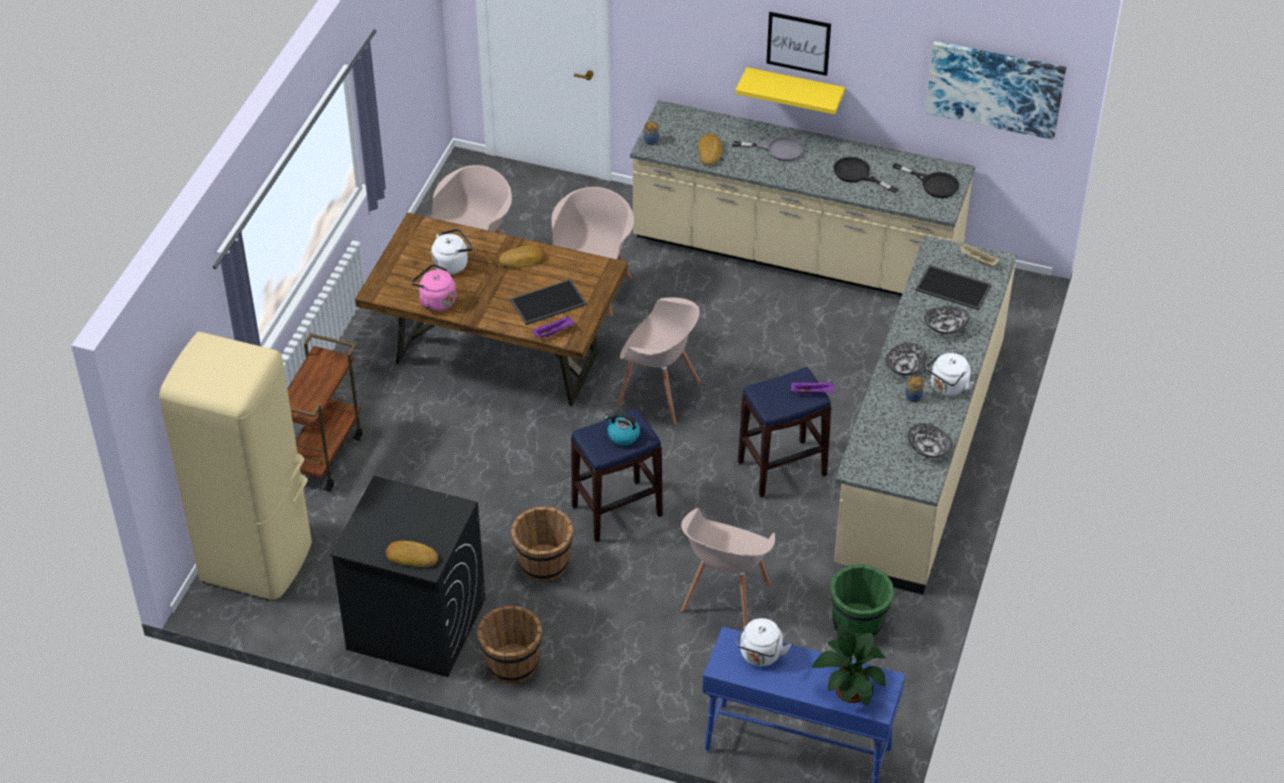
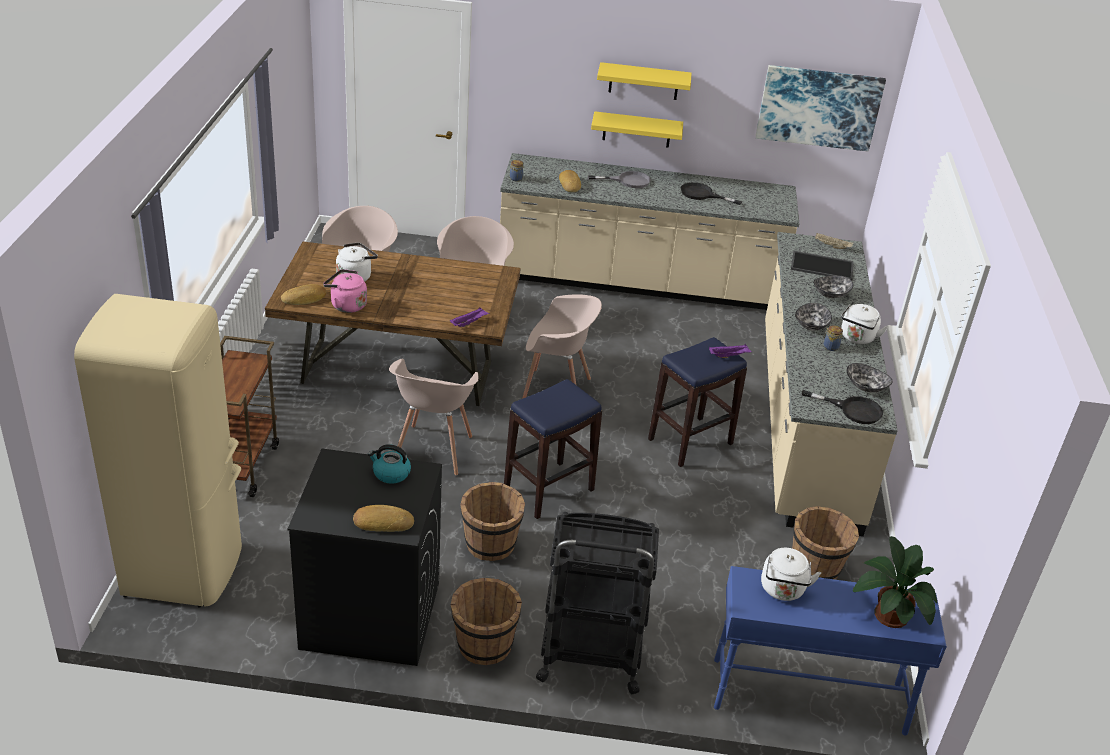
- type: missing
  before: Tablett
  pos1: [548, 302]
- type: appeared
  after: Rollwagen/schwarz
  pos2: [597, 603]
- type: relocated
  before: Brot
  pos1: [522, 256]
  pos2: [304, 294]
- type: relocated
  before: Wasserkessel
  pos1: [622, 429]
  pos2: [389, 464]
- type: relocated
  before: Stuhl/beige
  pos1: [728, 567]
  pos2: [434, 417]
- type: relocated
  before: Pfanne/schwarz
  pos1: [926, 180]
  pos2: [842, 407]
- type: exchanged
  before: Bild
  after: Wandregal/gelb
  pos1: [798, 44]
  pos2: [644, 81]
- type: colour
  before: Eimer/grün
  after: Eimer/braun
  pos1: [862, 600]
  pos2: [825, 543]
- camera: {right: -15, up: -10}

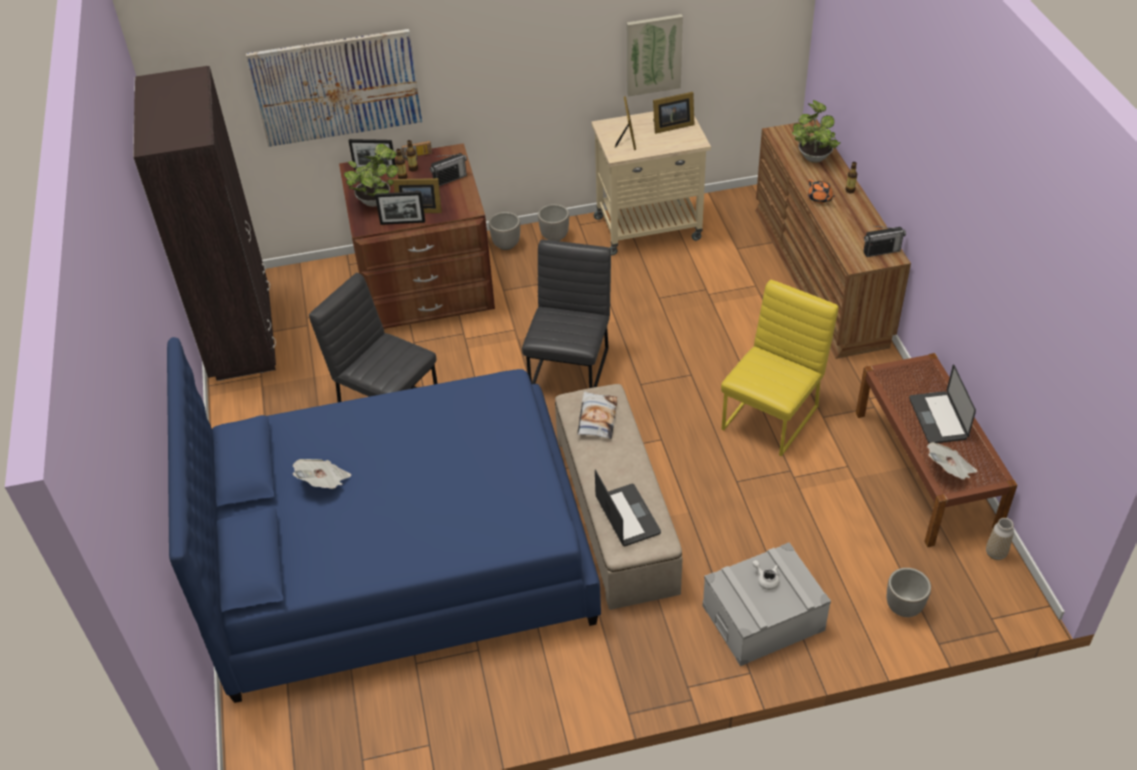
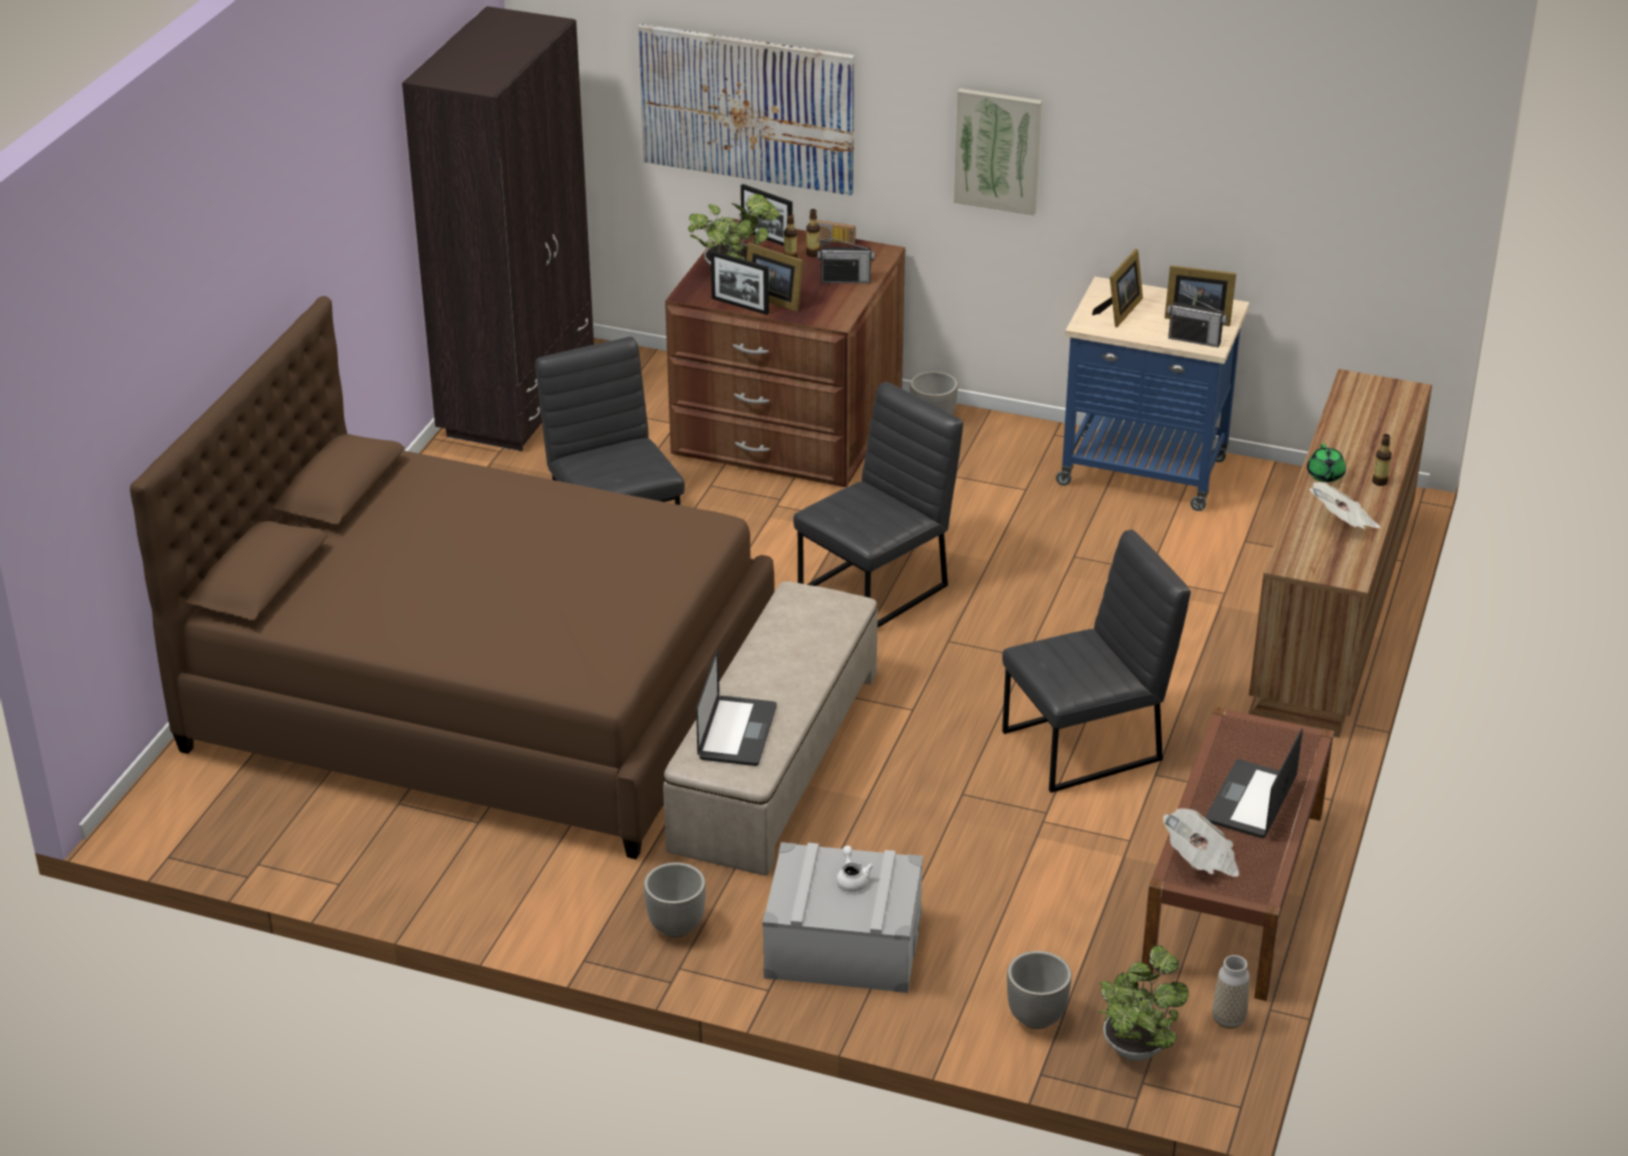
- type: missing
  before: Kissen
  pos1: [597, 415]
- type: relocated
  before: Zeitung
  pos1: [322, 474]
  pos2: [1345, 505]
- type: relocated
  before: Pflanzkübel
  pos1: [553, 222]
  pos2: [675, 900]
- type: relocated
  before: Bild
  pos1: [655, 55]
  pos2: [998, 151]
- type: relocated
  before: Topfpflanze
  pos1: [816, 131]
  pos2: [1143, 1003]
- type: relocated
  before: Radio
  pos1: [885, 241]
  pos2: [1197, 319]
- type: colour
  before: Bett/blau
  after: Bett/braun
  pos1: [384, 520]
  pos2: [452, 577]
- type: colour
  before: Rollwagen/beige
  after: Rollwagen/blau
  pos1: [651, 183]
  pos2: [1152, 394]
- type: colour
  before: Stuhl/gelb
  after: Stuhl/grau
  pos1: [780, 368]
  pos2: [1096, 661]
- type: colour
  before: Teekanne/orange
  after: Teekanne/grün
  pos1: [821, 191]
  pos2: [1326, 462]
- camera: {right: 30, up: -10}

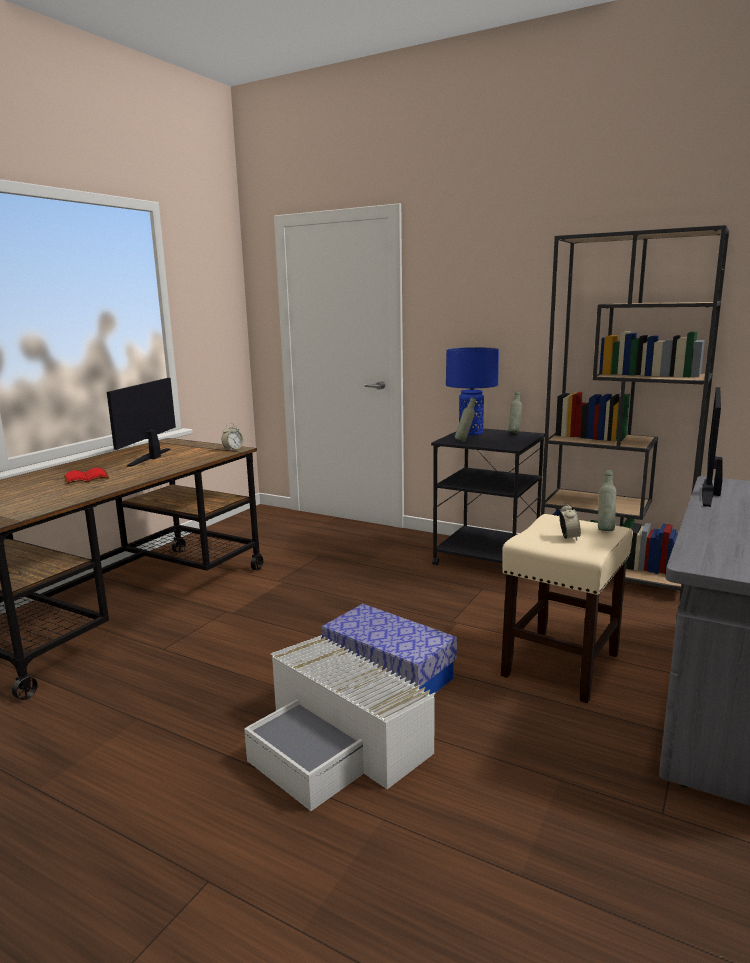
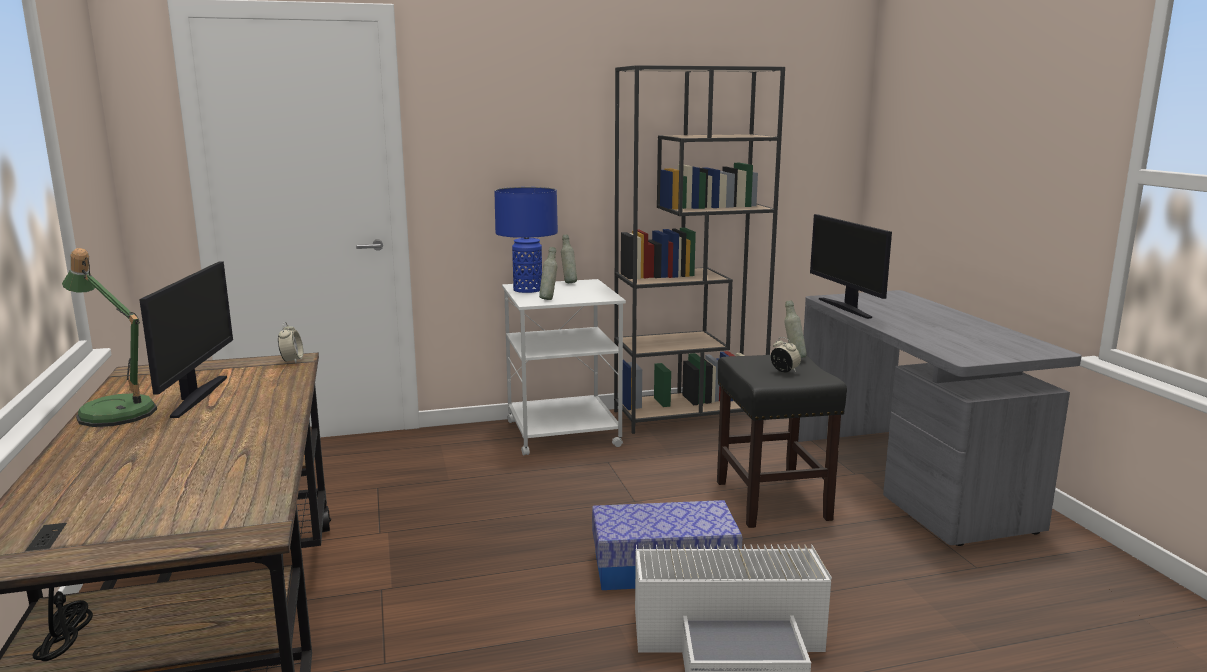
- type: missing
  before: Buch/rot
  pos1: [86, 476]
- type: appeared
  after: Tischlampe
  pos2: [109, 337]
- type: colour
  before: Rollwagen/schwarz
  after: Rollwagen/weiß
  pos1: [488, 503]
  pos2: [564, 367]
- type: colour
  before: Hocker/beige
  after: Hocker/schwarz
  pos1: [567, 608]
  pos2: [782, 441]
- type: spun
  before: Monitor
  pos1: [141, 422]
  pos2: [186, 339]
  turn: -150
- camera: {right: -45, up: 0}

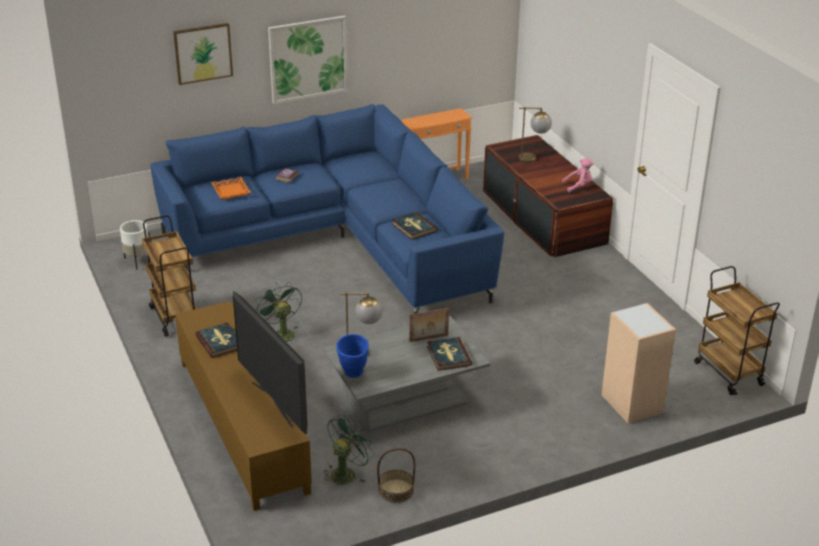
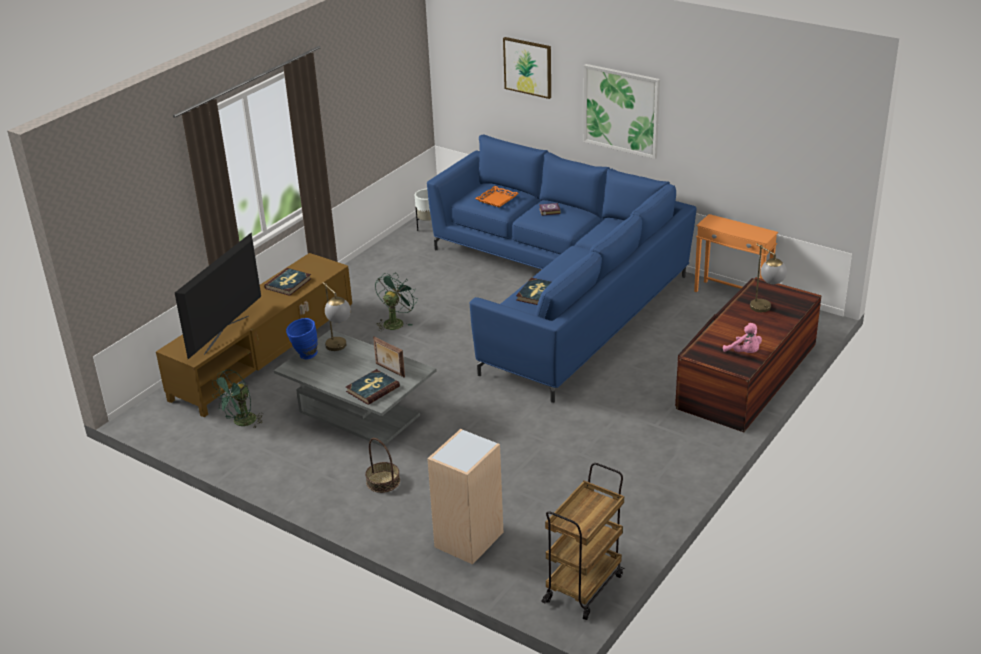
- type: missing
  before: Rollwagen/braun
  pos1: [169, 276]
- type: relocated
  before: Korb
  pos1: [396, 475]
  pos2: [382, 465]
- type: spun
  before: Ventilator/grün
  pos1: [349, 449]
  pos2: [238, 399]
  turn: 120
- camera: {right: 60, up: 0}

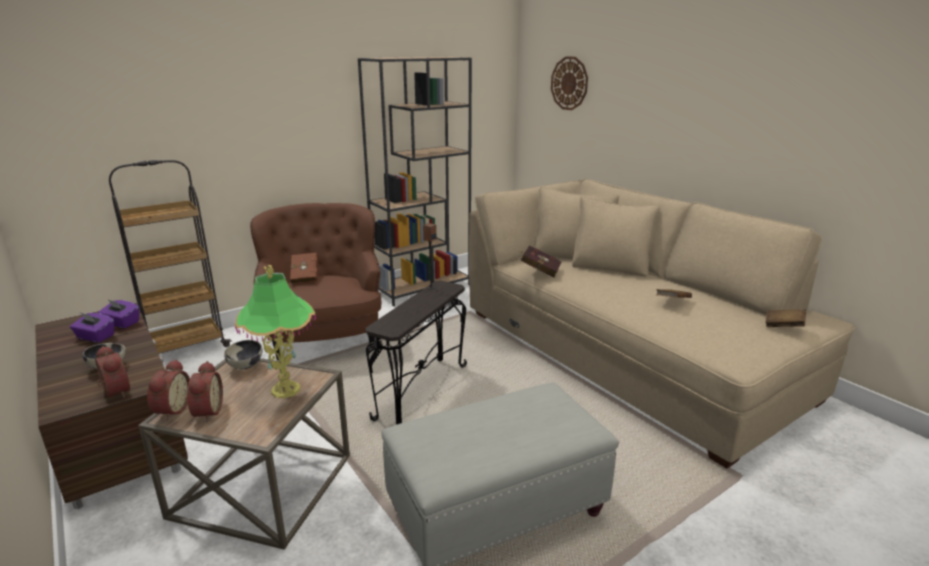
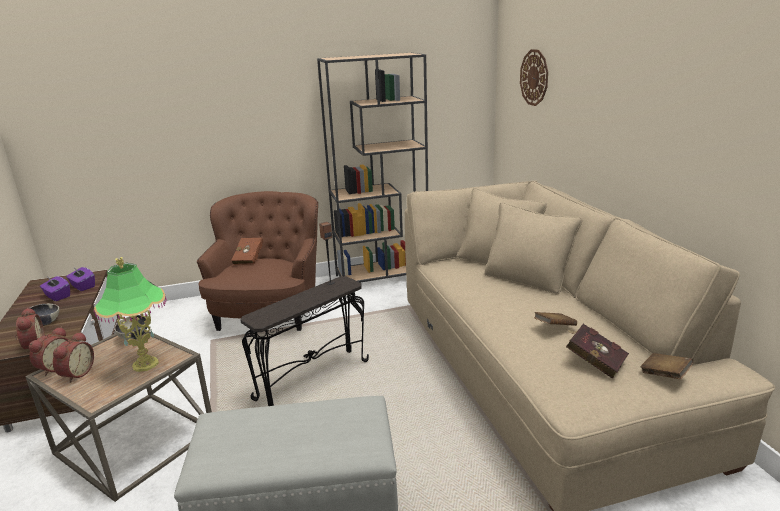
- type: missing
  before: Rollwagen/braun
  pos1: [170, 257]
- type: relocated
  before: Buch/rot
  pos1: [540, 261]
  pos2: [597, 351]
- camera: {right: 20, up: 0}

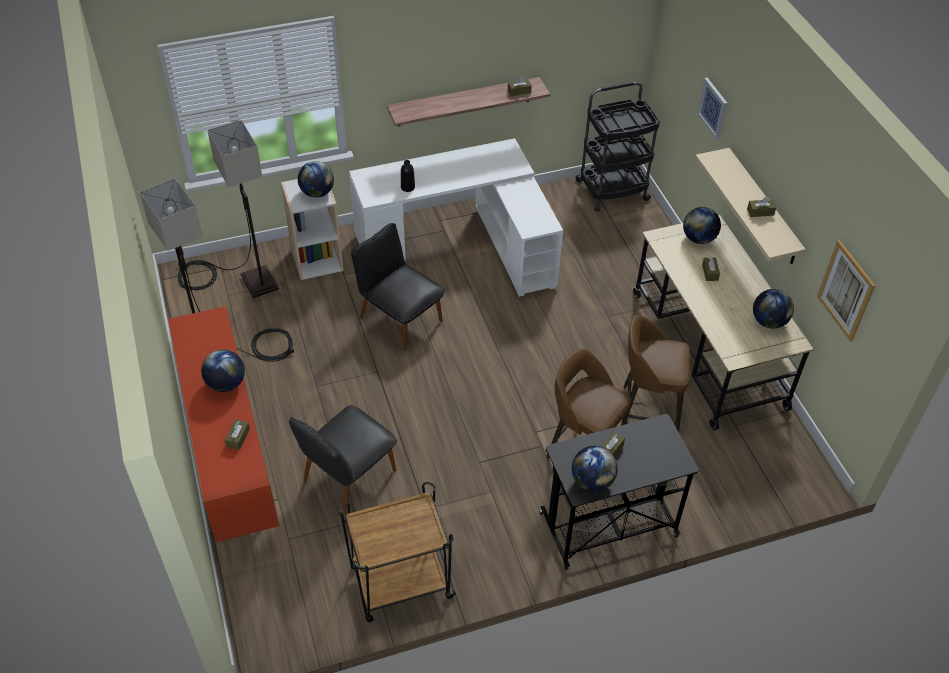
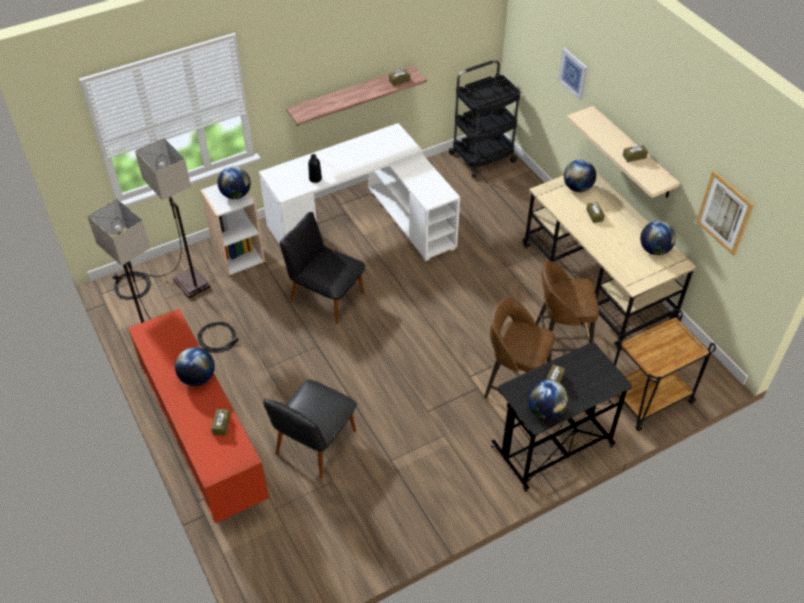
- type: relocated
  before: Rollwagen/braun
  pos1: [397, 552]
  pos2: [665, 370]
- camera: {right: -10, up: 0}

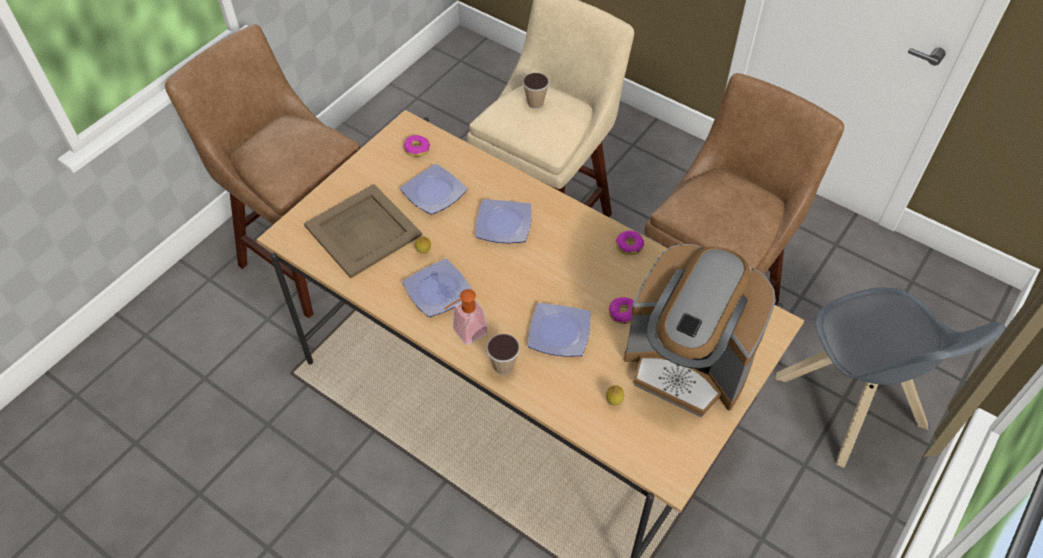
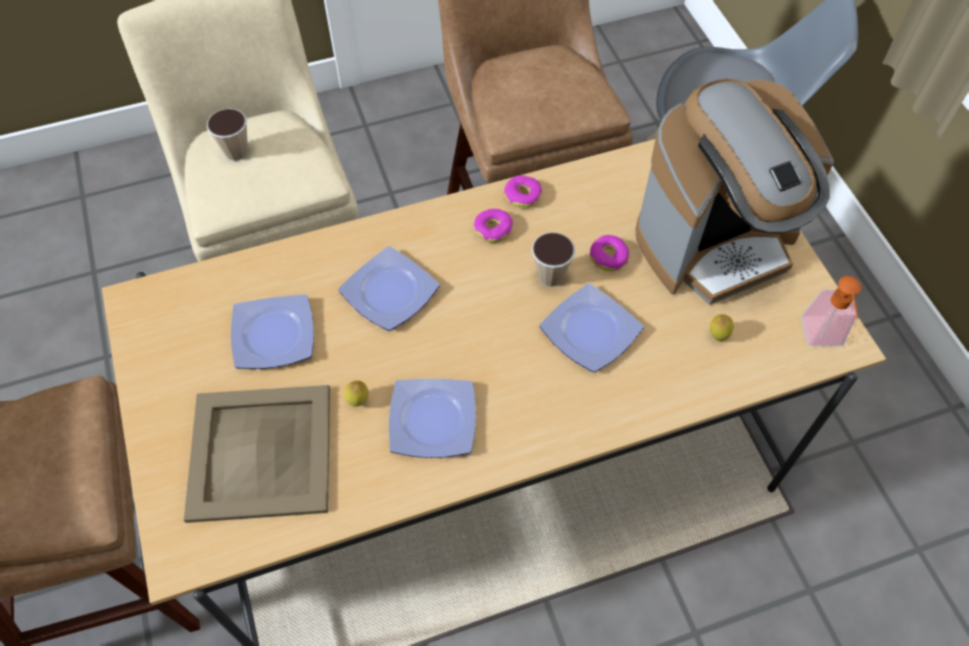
- type: relocated
  before: Donut
  pos1: [417, 146]
  pos2: [493, 226]
- type: relocated
  before: Seifenspender
  pos1: [466, 316]
  pos2: [832, 311]
- type: relocated
  before: Tasse
  pos1: [503, 354]
  pos2: [554, 259]
- camera: {right: -55, up: 5}

